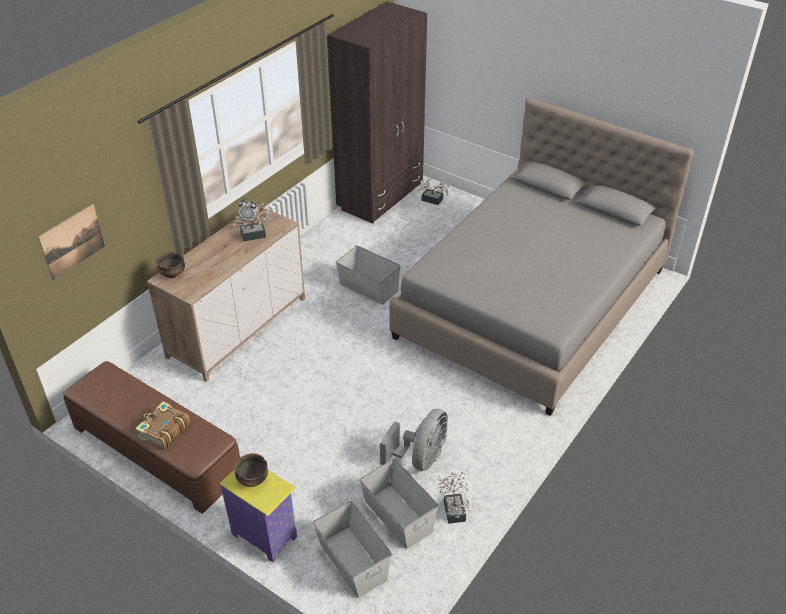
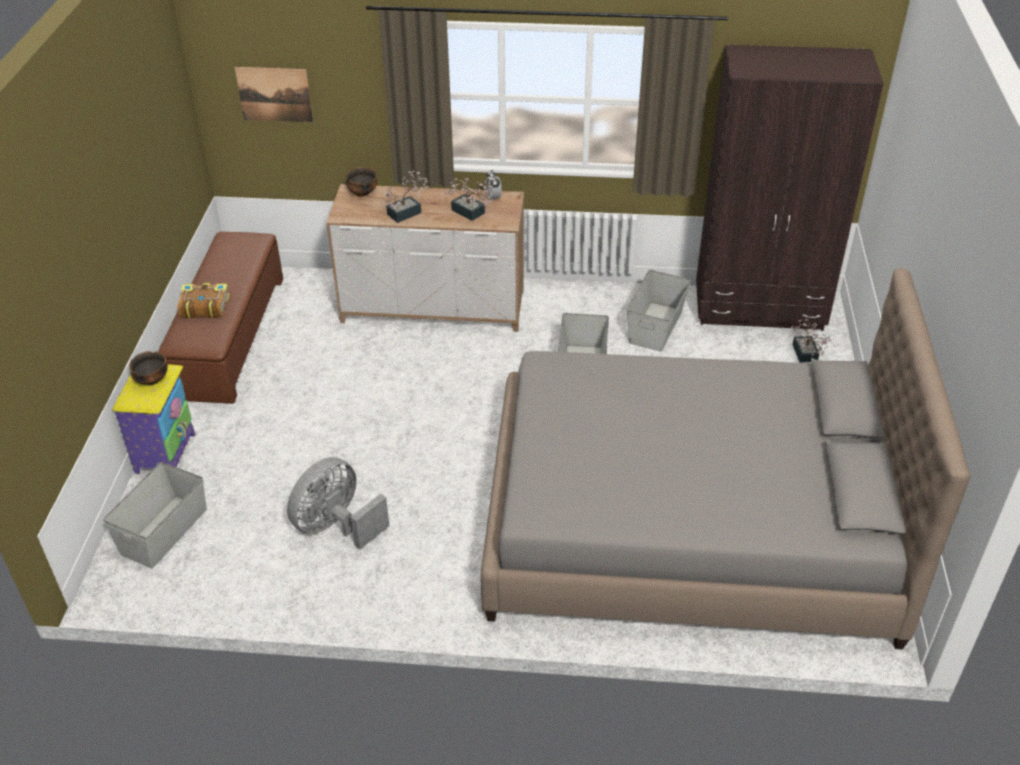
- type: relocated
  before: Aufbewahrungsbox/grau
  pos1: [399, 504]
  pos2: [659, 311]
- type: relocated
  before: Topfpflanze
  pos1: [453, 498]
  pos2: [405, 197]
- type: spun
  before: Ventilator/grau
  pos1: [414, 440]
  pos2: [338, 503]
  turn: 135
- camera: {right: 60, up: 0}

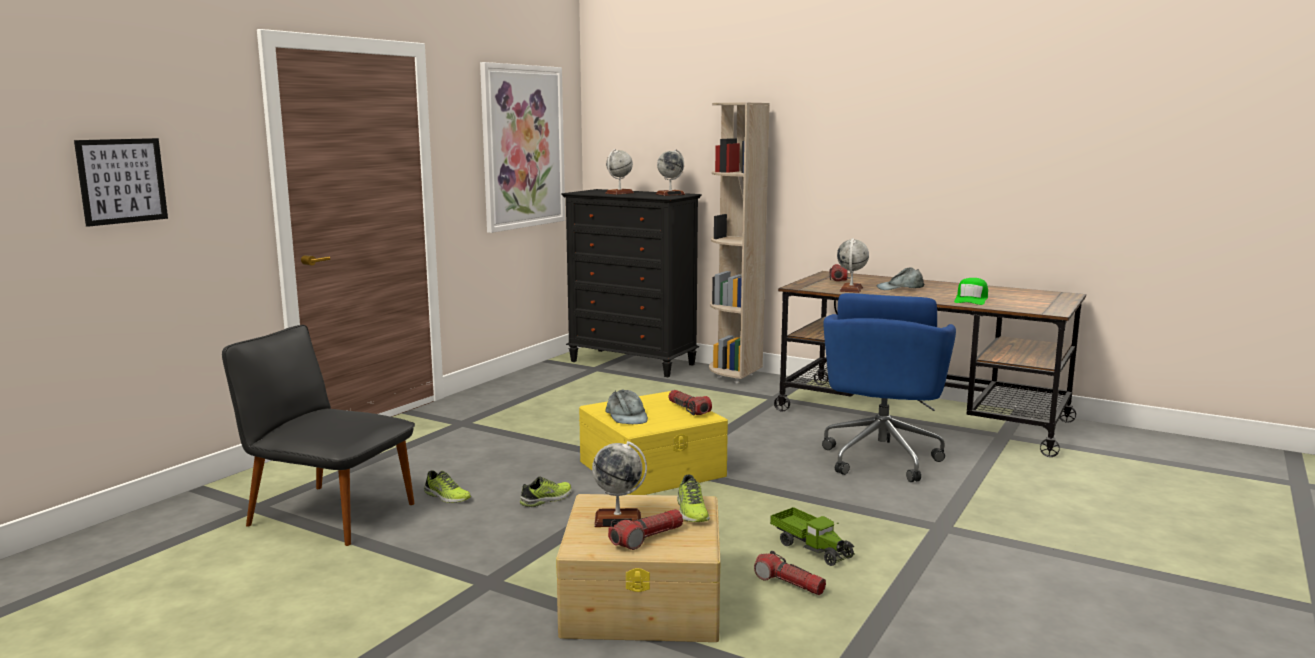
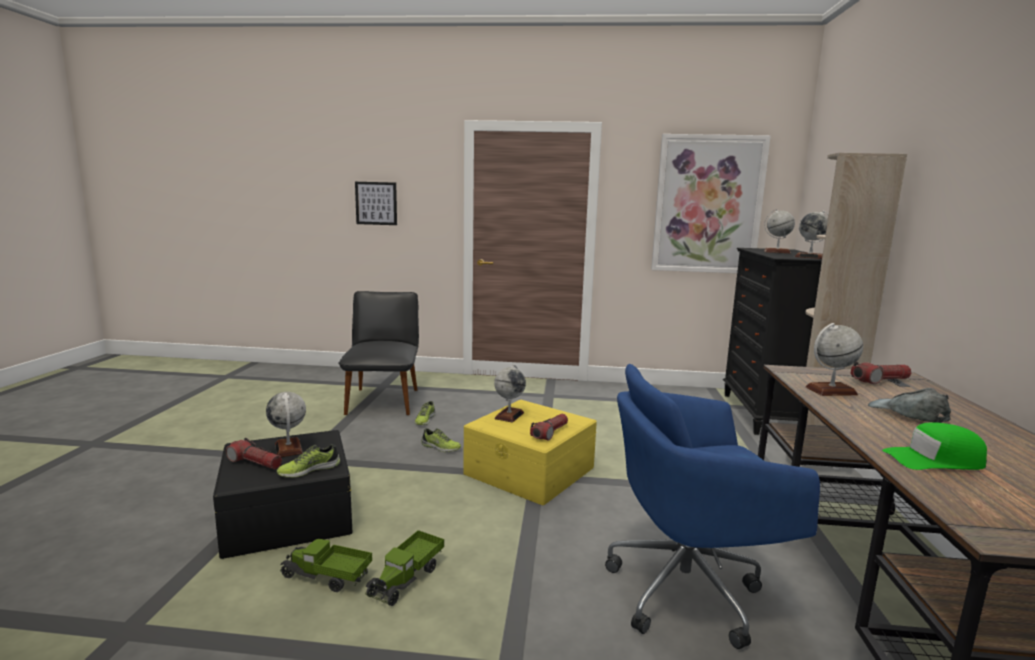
- type: exchanged
  before: Kappe/grau
  after: Globus
  pos1: [626, 406]
  pos2: [510, 393]
- type: exchanged
  before: Taschenlampe
  after: Spielzeuglaster
  pos1: [790, 573]
  pos2: [326, 565]
- type: colour
  before: Aufbewahrungsbox/beige
  after: Aufbewahrungsbox/schwarz
  pos1: [638, 568]
  pos2: [282, 494]
- camera: {right: 65, up: 0}

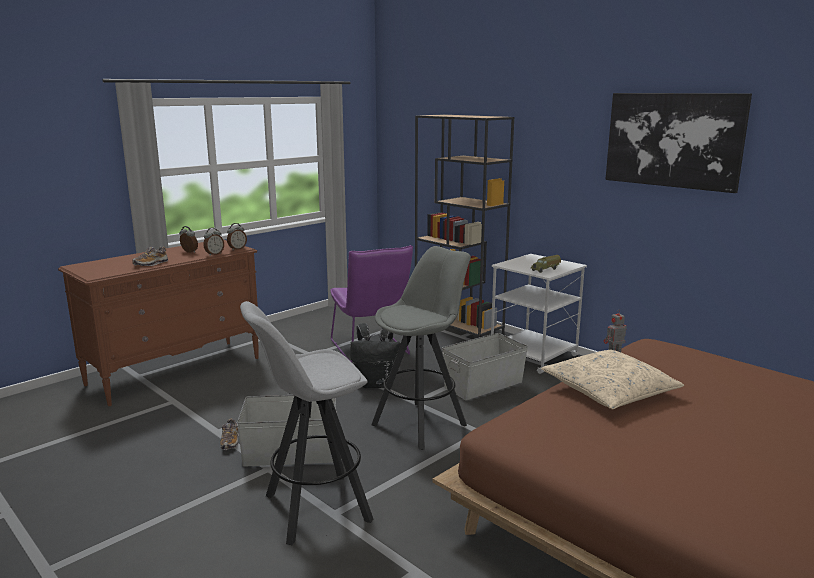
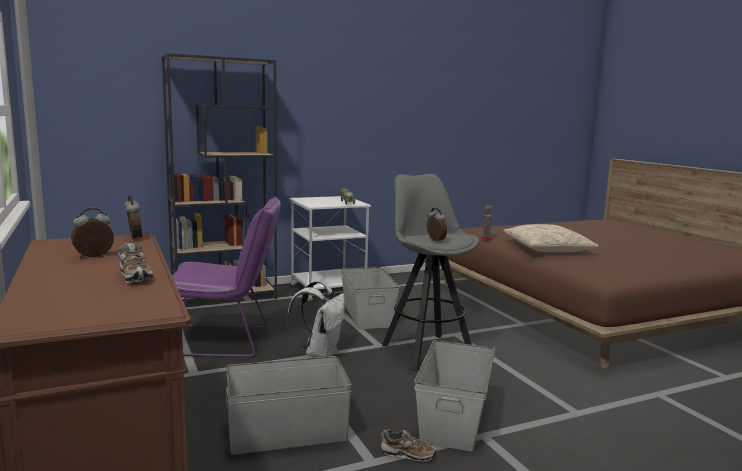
- type: missing
  before: Hocker/grau
  pos1: [306, 423]
- type: missing
  before: Bild
  pos1: [678, 143]
- type: appeared
  after: Aufbewahrungsbox/grau
  pos2: [289, 405]
- type: relocated
  before: Wecker
  pos1: [213, 242]
  pos2: [437, 225]
- type: colour
  before: Rucksack/schwarz
  after: Rucksack/weiß
  pos1: [375, 355]
  pos2: [315, 319]
- camera: {right: -70, up: -5}

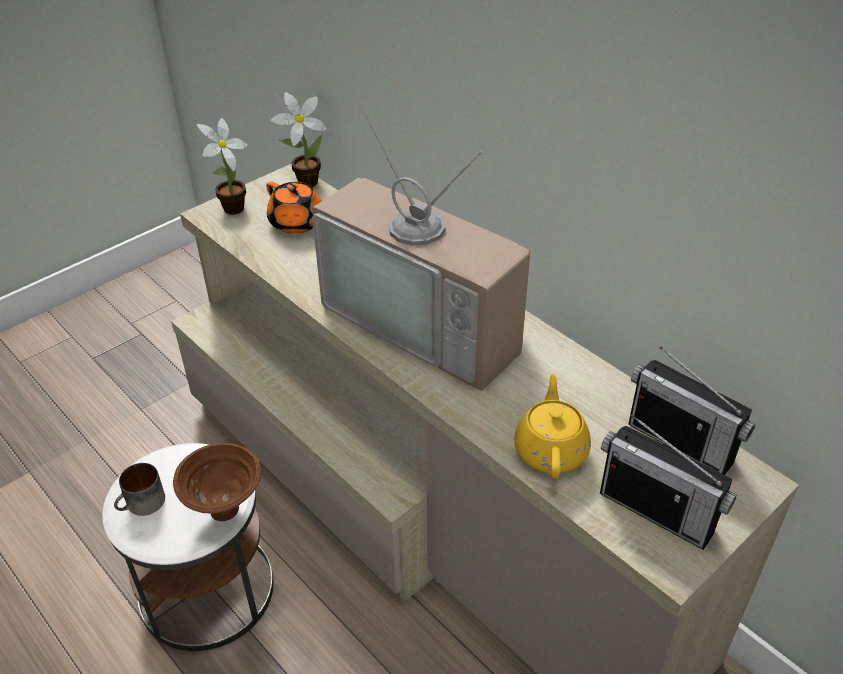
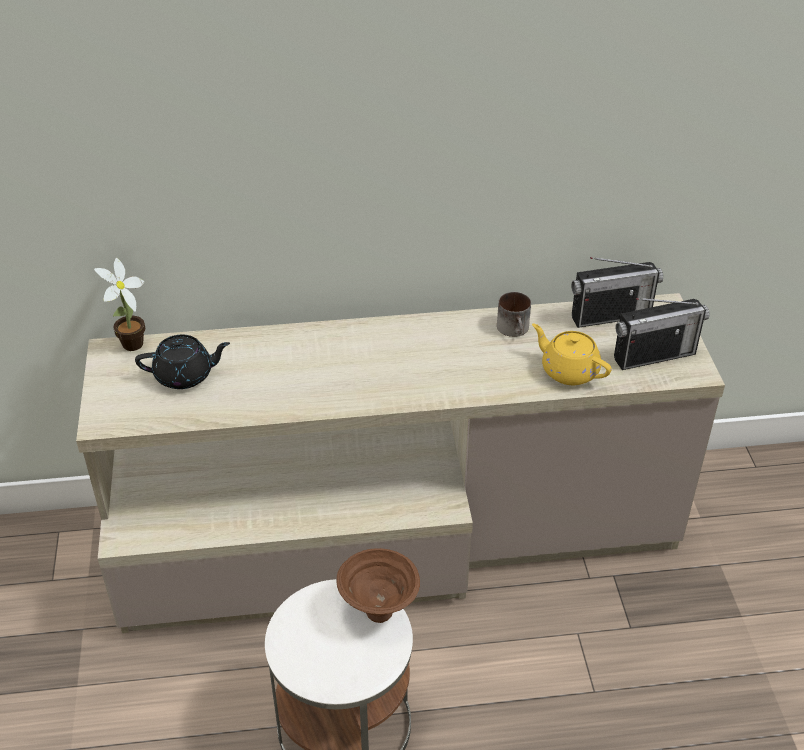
- type: missing
  before: Topfpflanze
  pos1: [222, 166]
- type: missing
  before: Fernseher
  pos1: [421, 247]
- type: relocated
  before: Henkelbecher
  pos1: [139, 489]
  pos2: [514, 314]
- type: colour
  before: Teekanne/orange
  after: Teekanne/schwarz
  pos1: [293, 207]
  pos2: [182, 361]
- camera: {right: -55, up: 0}

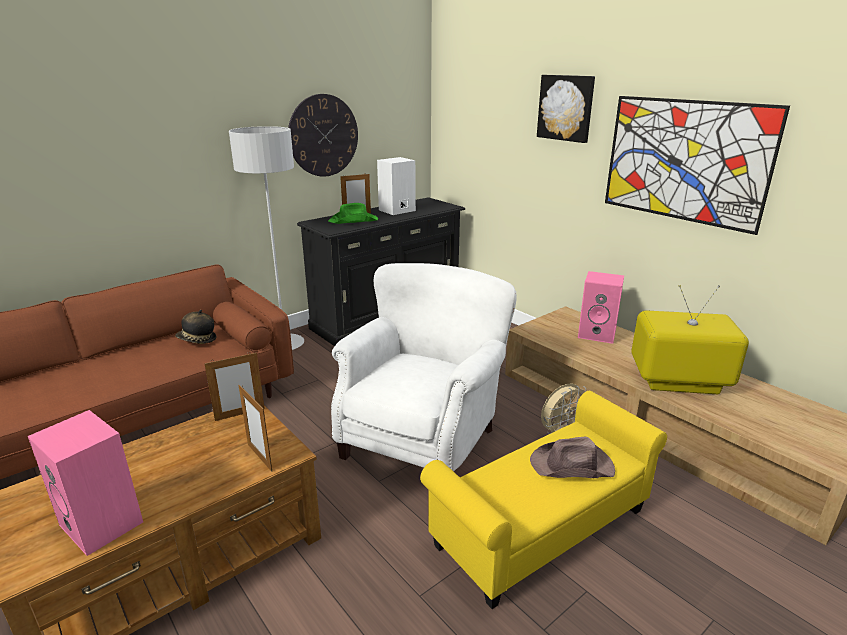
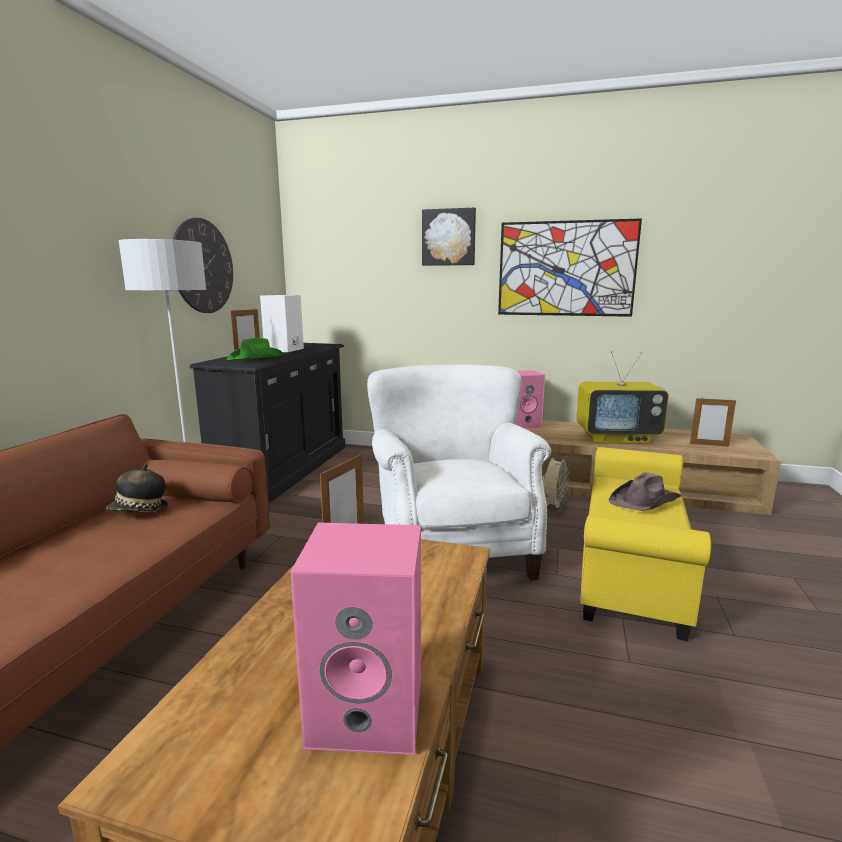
- type: relocated
  before: Bilderrahmen
  pos1: [255, 428]
  pos2: [713, 422]
- type: spun
  before: Fernseher
  pos1: [690, 339]
  pos2: [622, 397]
  turn: -150
- camera: {right: -35, up: -10}

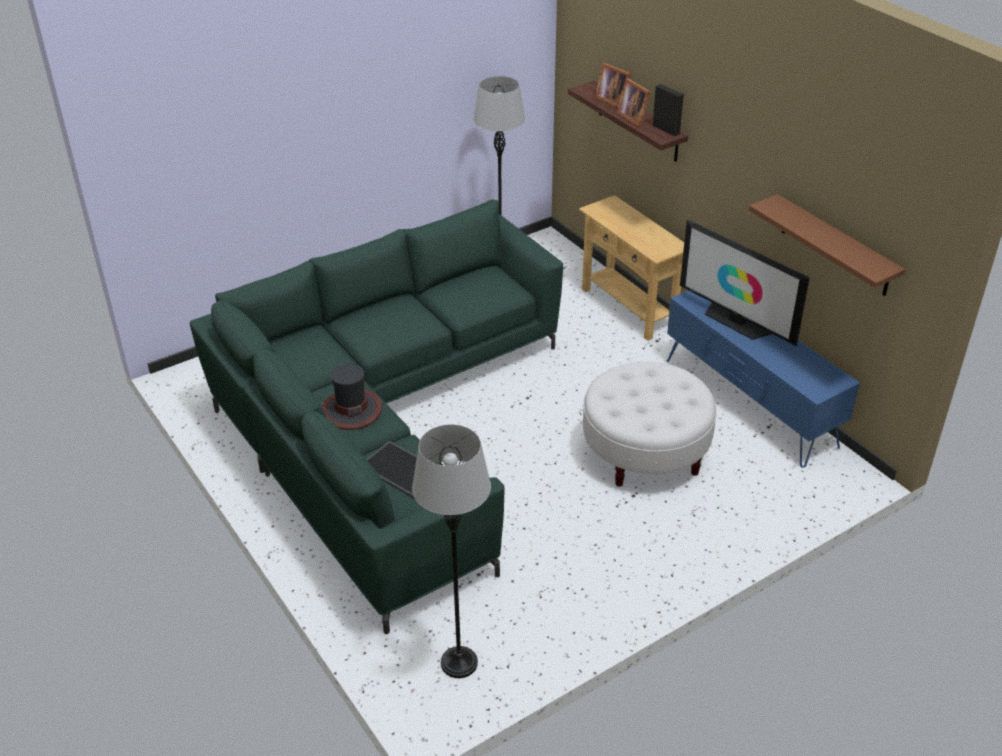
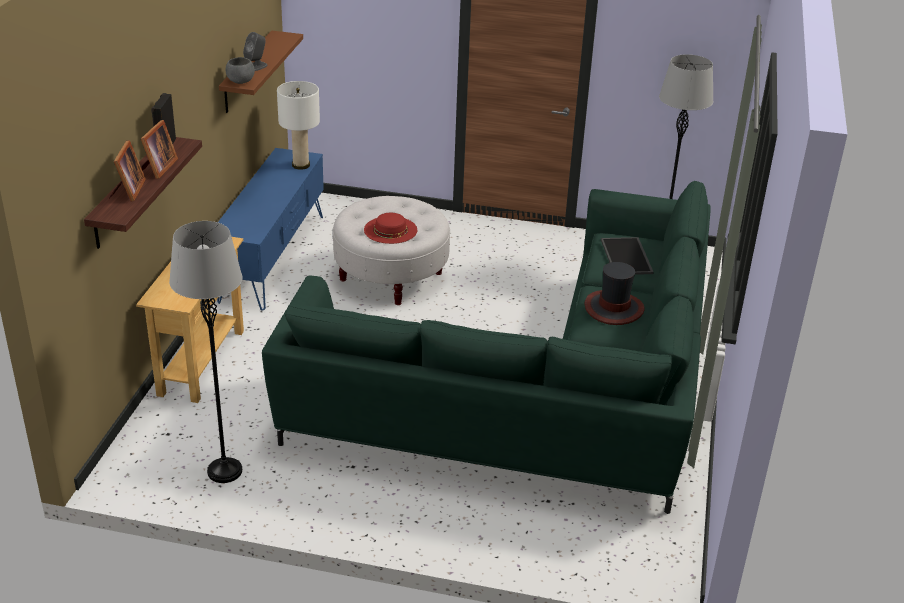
- type: missing
  before: Fernseher
  pos1: [745, 283]
- type: appeared
  after: Schüssel/grau
  pos2: [240, 70]
- type: appeared
  after: Lautsprecher/grau
  pos2: [255, 51]
- type: appeared
  after: Tischlampe/weiß
  pos2: [298, 125]
- type: appeared
  after: Hut/rot
  pos2: [390, 228]
- camera: {right: -135, up: -5}

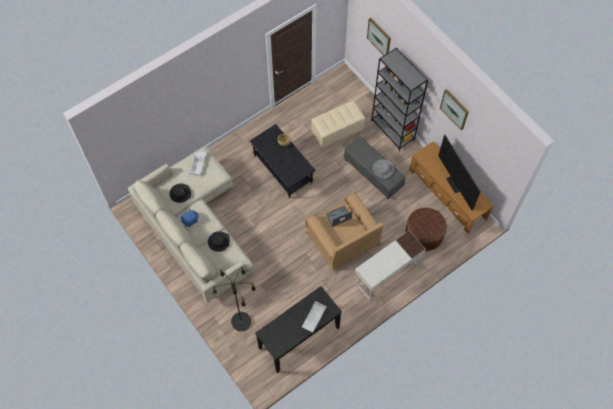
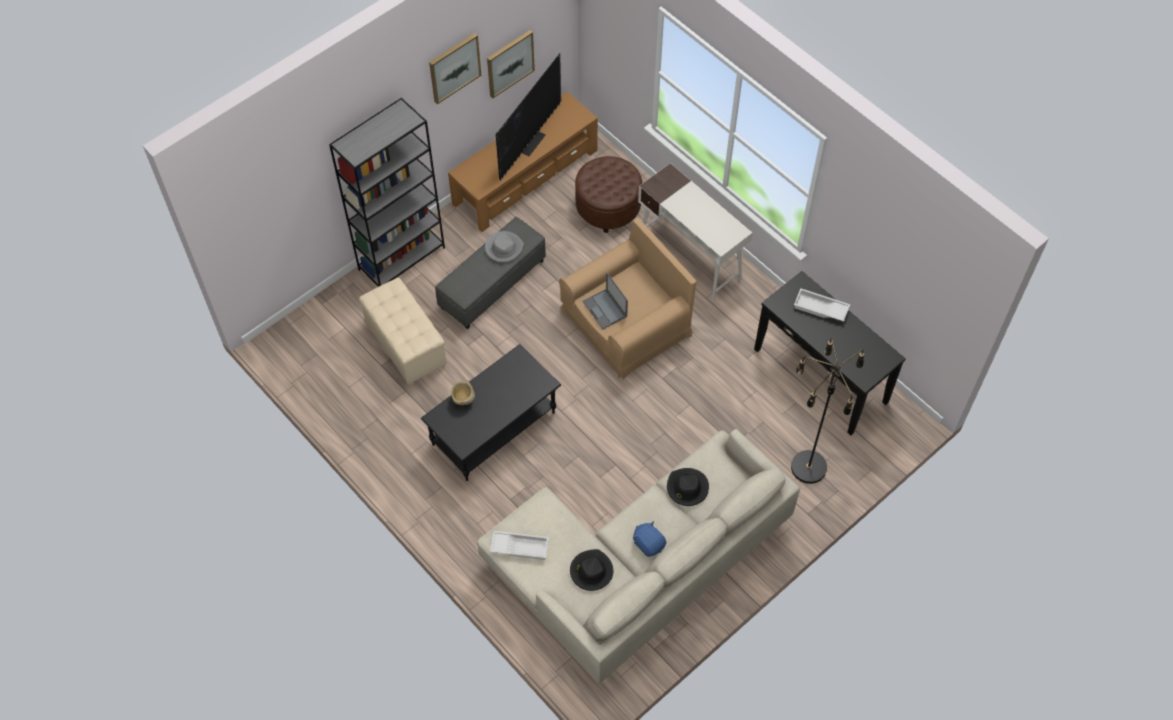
- type: relocated
  before: Bild
  pos1: [379, 36]
  pos2: [511, 64]
- type: spun
  before: Fernseher
  pos1: [459, 173]
  pos2: [528, 116]
  turn: 150
- camera: {right: -95, up: -5}

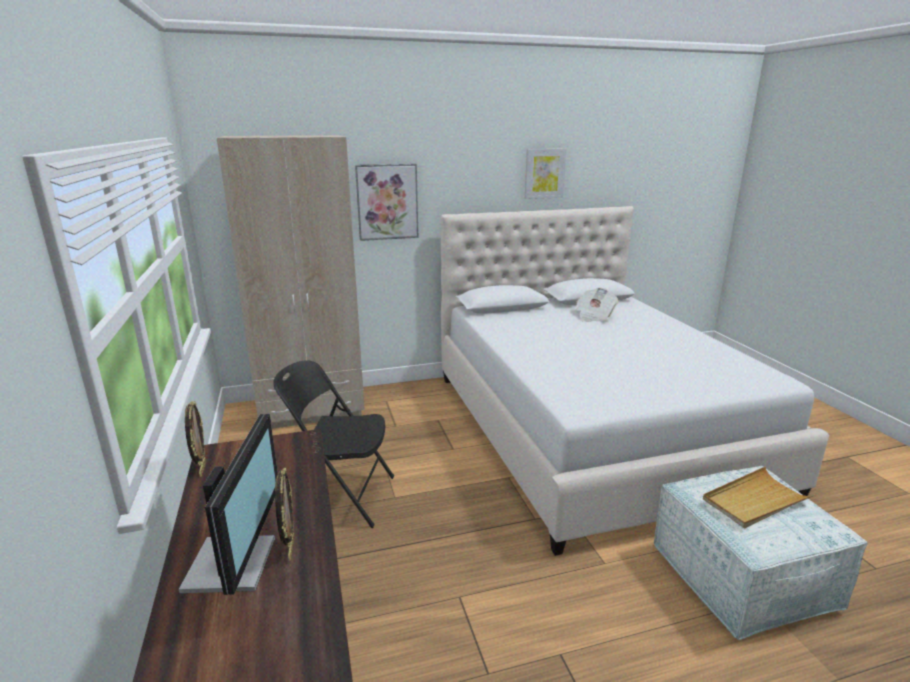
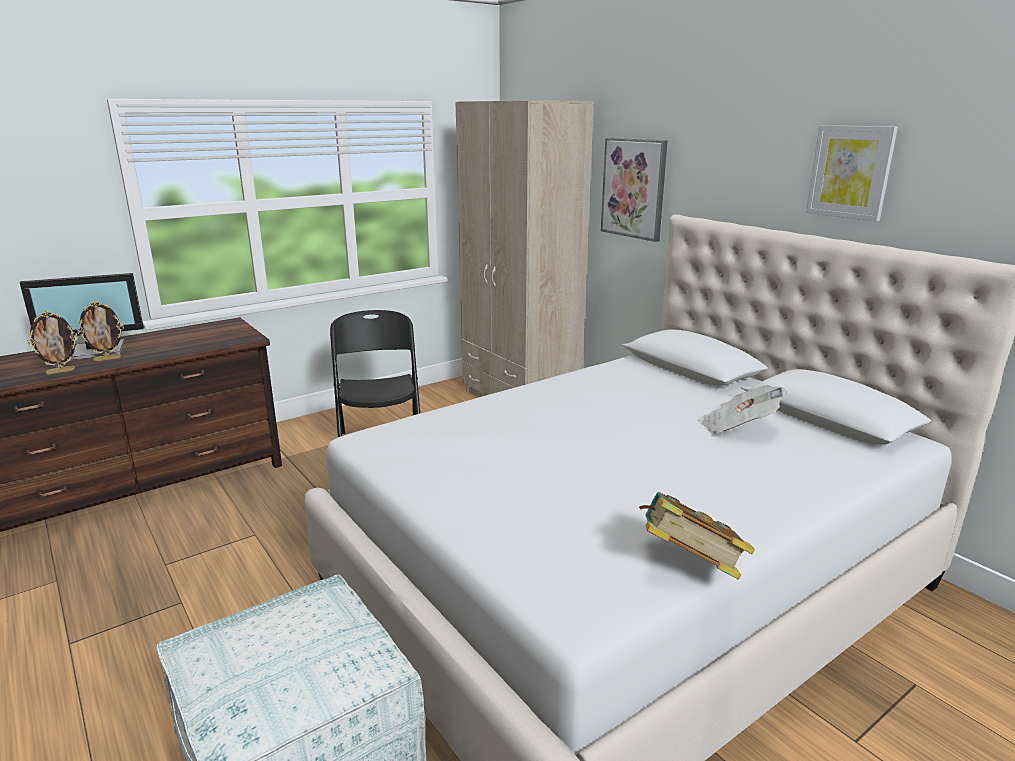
- type: missing
  before: Tablett/beige
  pos1: [758, 497]
- type: appeared
  after: Buch
  pos2: [697, 535]
- type: relocated
  before: Bilderrahmen
  pos1: [195, 439]
  pos2: [52, 343]
- camera: {right: 70, up: 0}

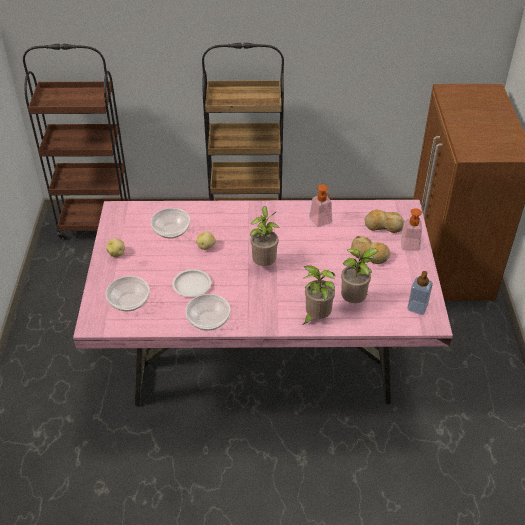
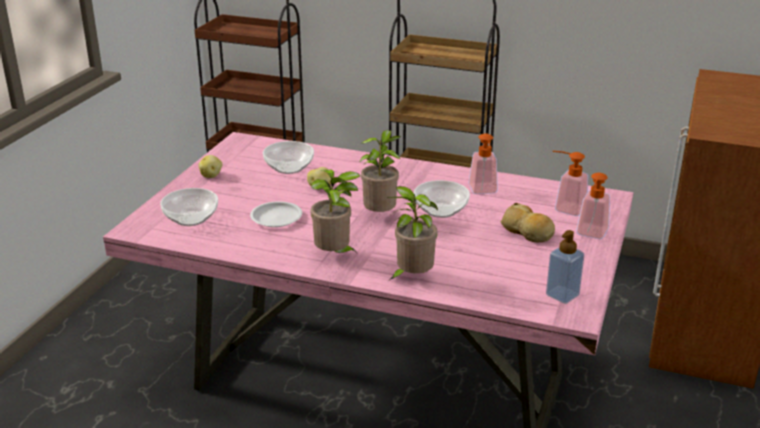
- type: relocated
  before: Schüssel
  pos1: [207, 312]
  pos2: [442, 199]
- type: relocated
  before: Topfpflanze
  pos1: [360, 275]
  pos2: [335, 212]
- type: exchanged
  before: Brot
  after: Seifenspender
  pos1: [384, 221]
  pos2: [570, 183]
- camera: {right: 20, up: -15}

